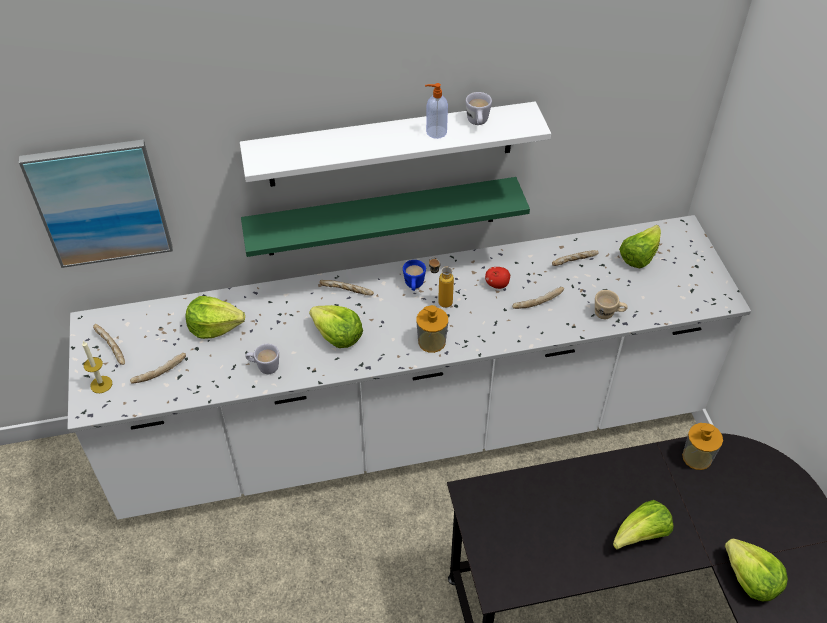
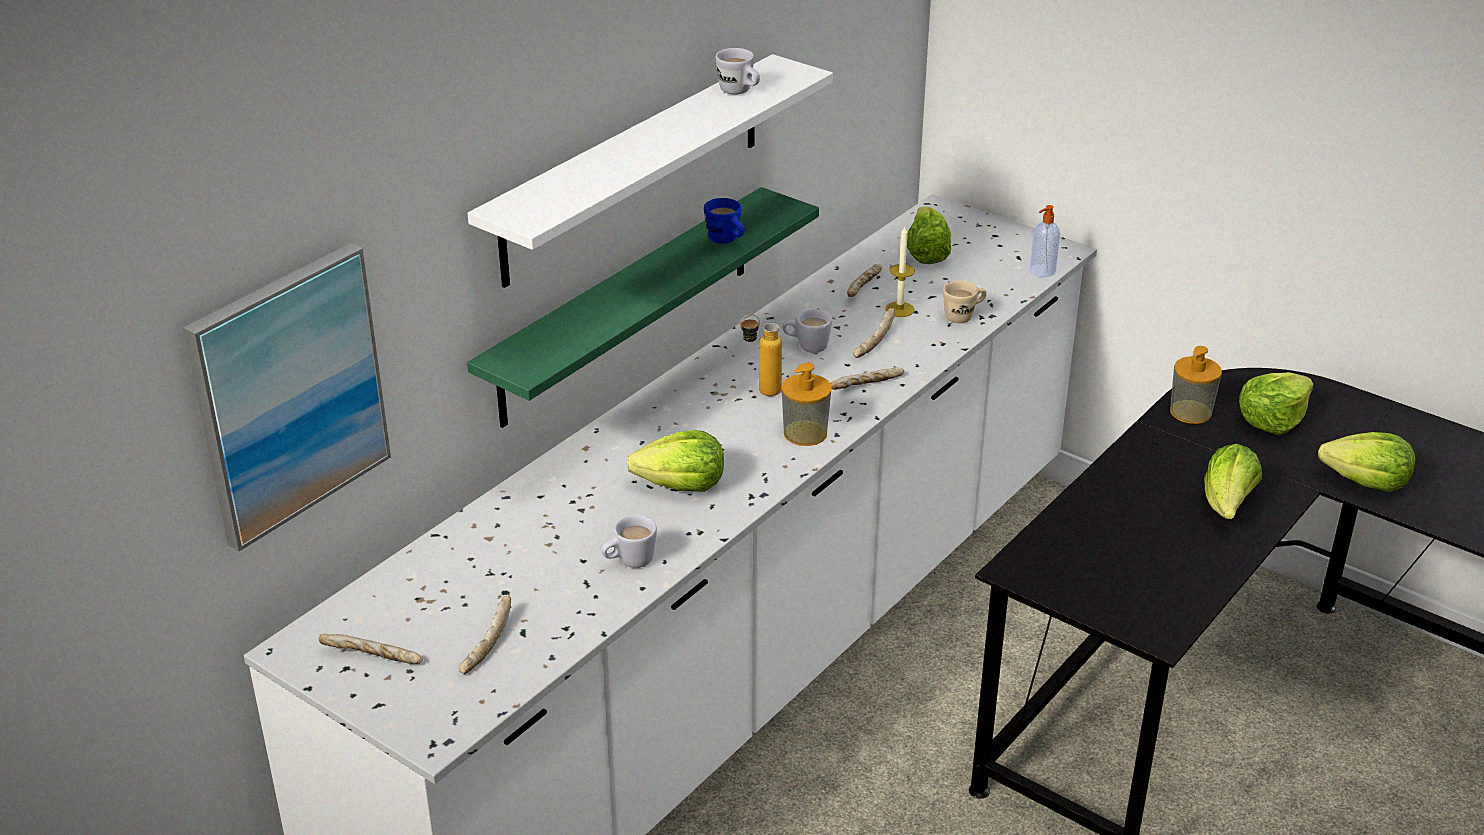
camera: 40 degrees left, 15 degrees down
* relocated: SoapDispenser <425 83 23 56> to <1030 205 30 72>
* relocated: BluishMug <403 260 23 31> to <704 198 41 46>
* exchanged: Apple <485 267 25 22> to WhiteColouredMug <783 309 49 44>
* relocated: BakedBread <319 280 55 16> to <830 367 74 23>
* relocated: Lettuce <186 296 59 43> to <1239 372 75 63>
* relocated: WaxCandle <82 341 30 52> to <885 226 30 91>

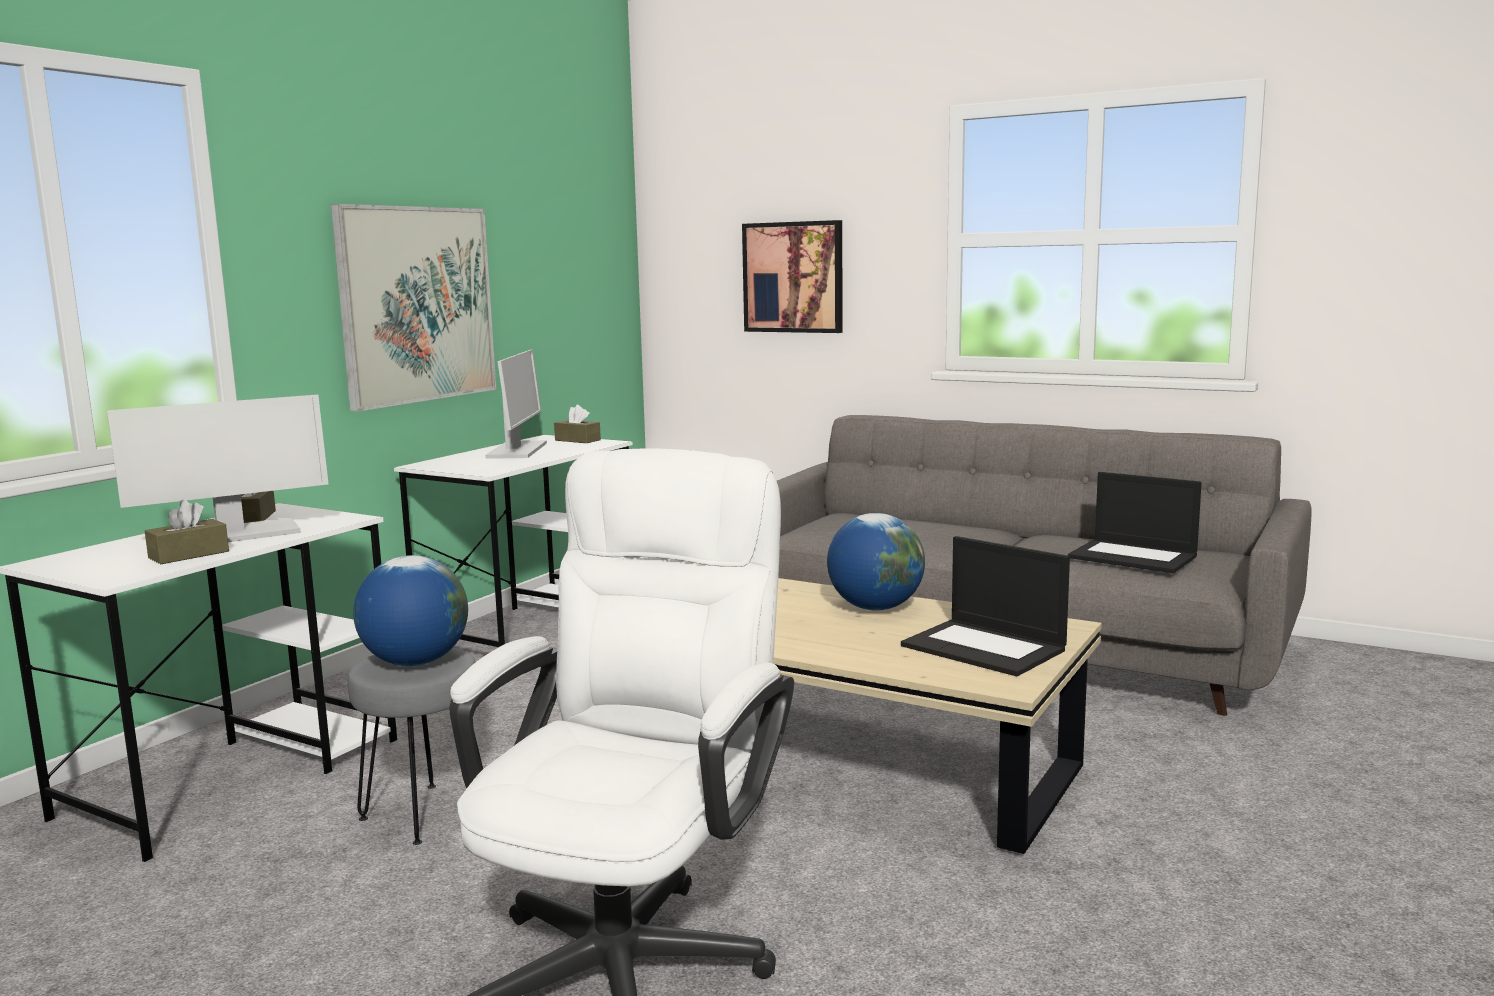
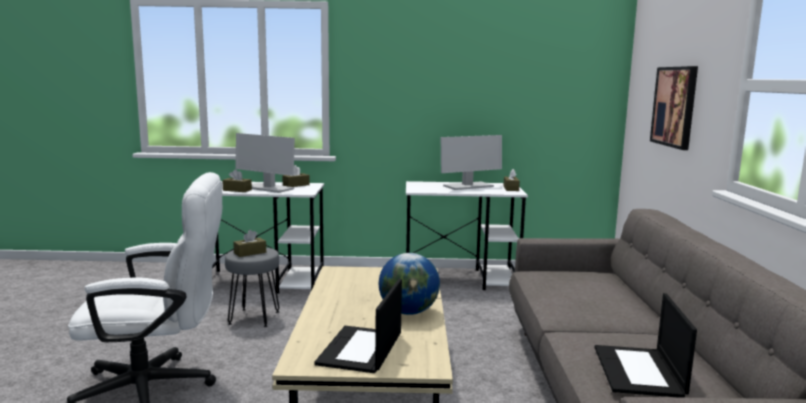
camera: 60 degrees right, 0 degrees up
* missing: WallPicture <331 204 165 208>
* exchanged: Globe <353 555 115 111> to BrownTissueBox <233 230 33 27>

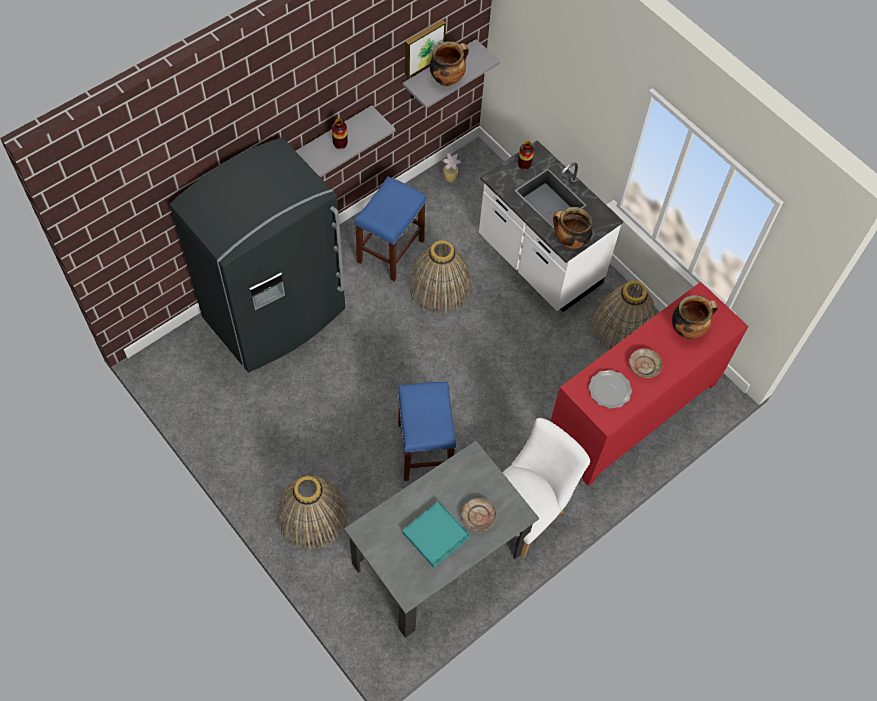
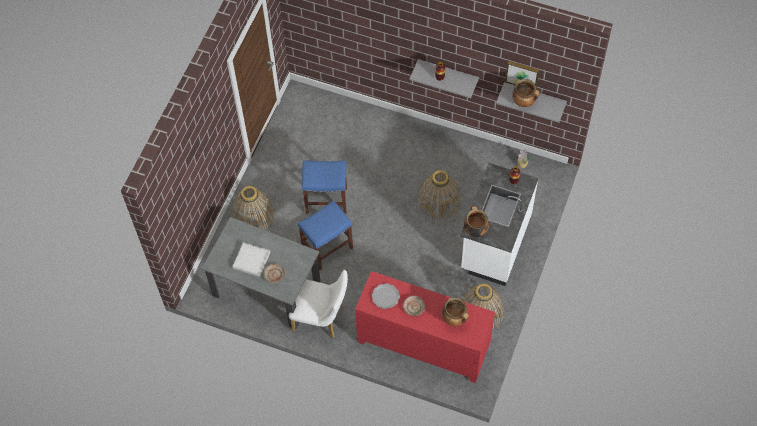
camera: 65 degrees right, 0 degrees up
* missing: GrayFridge <170 138 175 234>
* relocated: BluishStool <354 176 72 105> to <302 160 45 54>
* colour: TurquoiseColouredTray <402 501 68 67> to WhiteColouredTray <233 242 37 35>

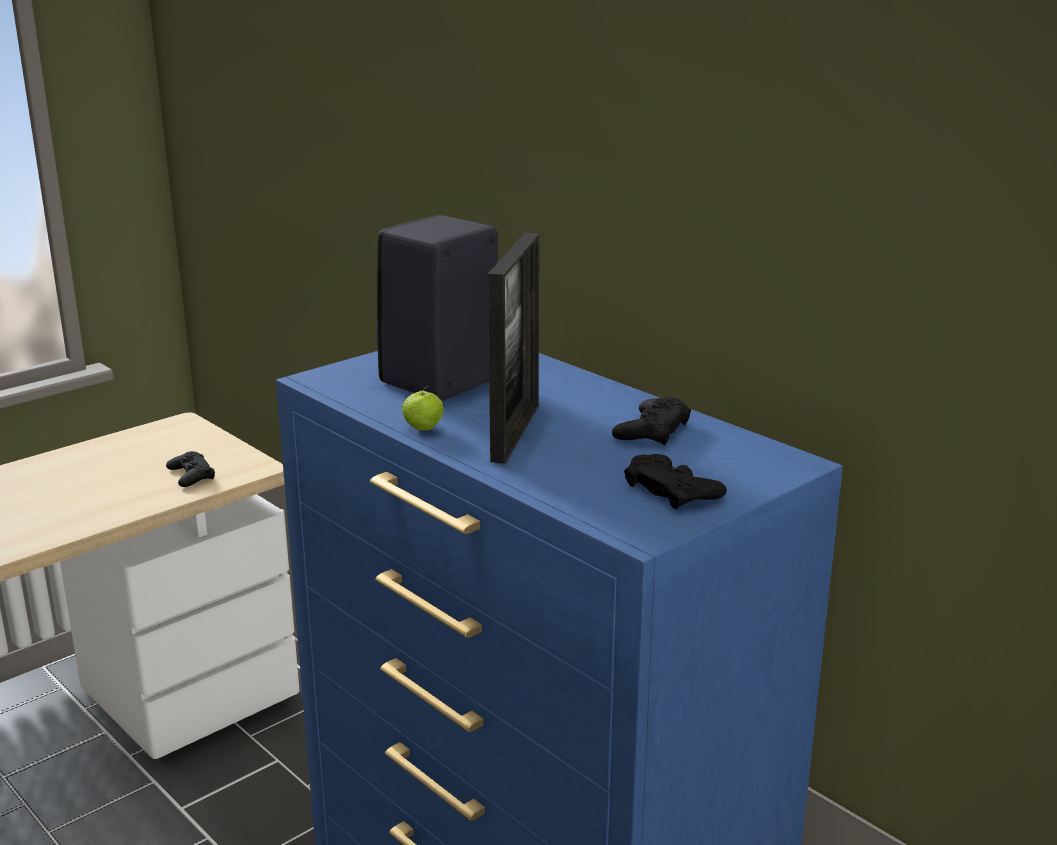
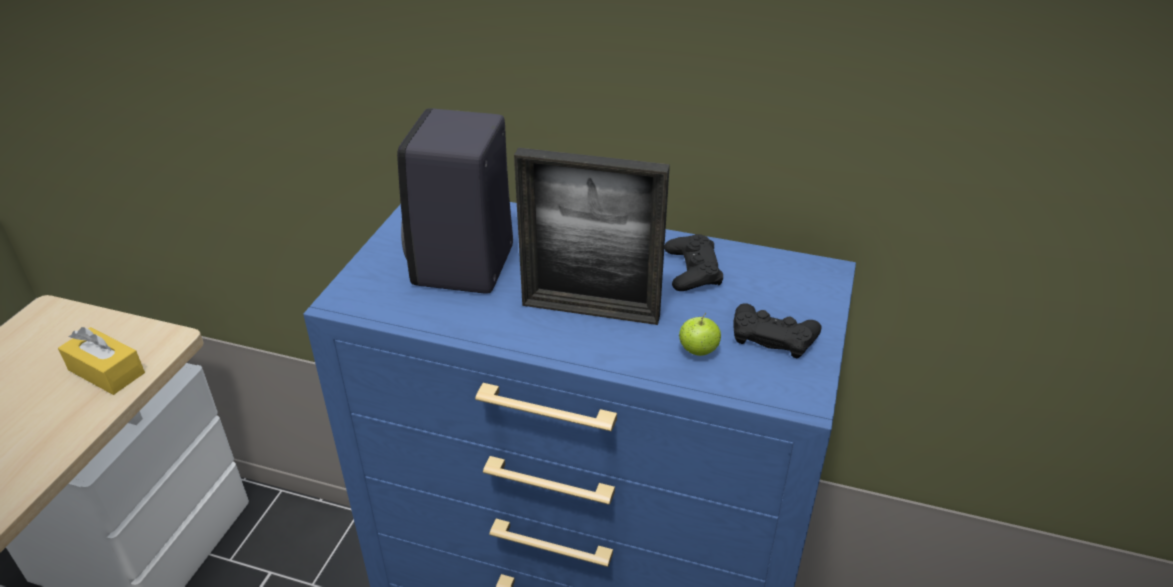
camera: 30 degrees left, 15 degrees up
* spun: PhotoFrame <488 233 51 231> = <514 147 156 178> 120 degrees clockwise
* relocated: Apple <402 386 42 44> to <679 312 42 44>
* exchanged: BlackGamepad <166 451 49 36> to YellowishTissueBox <58 327 87 68>

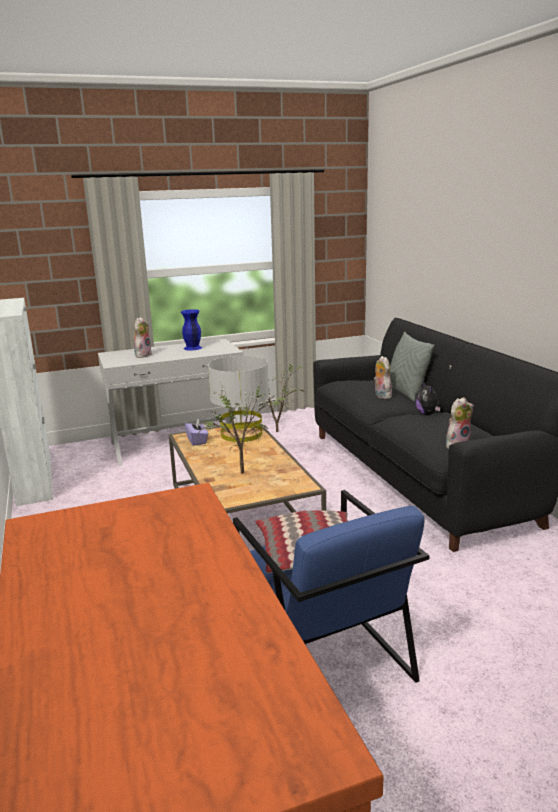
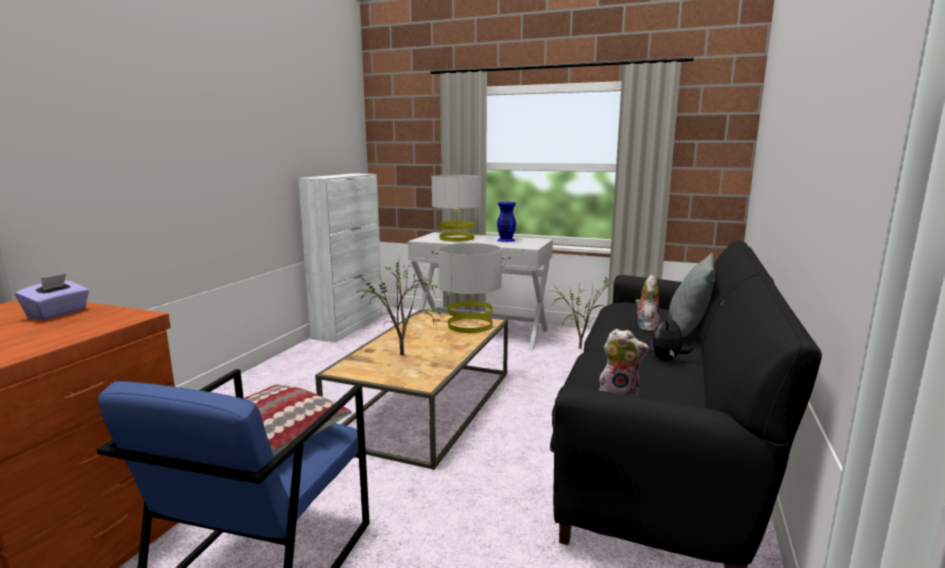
camera: 40 degrees right, 5 degrees down
* exchanged: CuddlyToy <133 317 19 41> to GrayLampForATable <431 175 50 66>
* relocated: PurplishTissueBox <185 419 23 27> to <15 274 74 46>

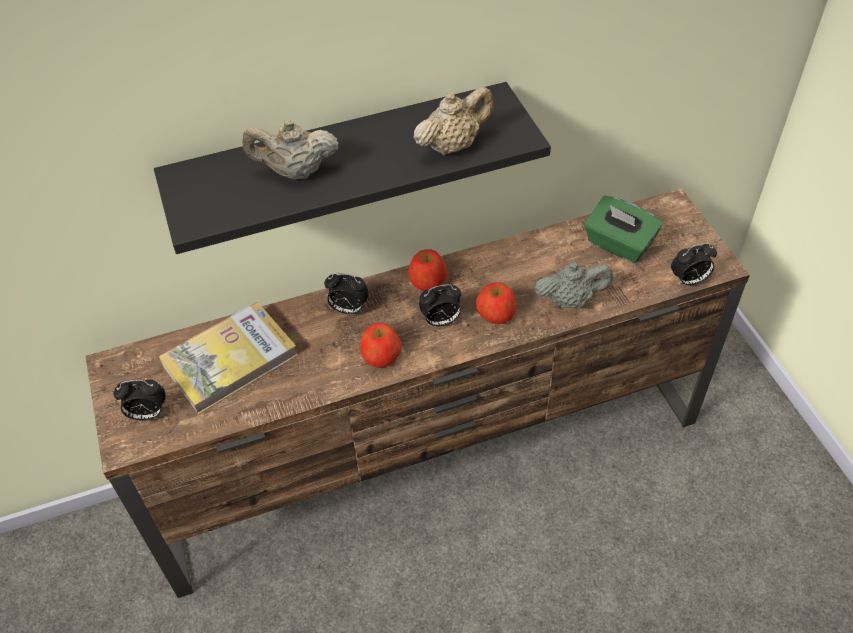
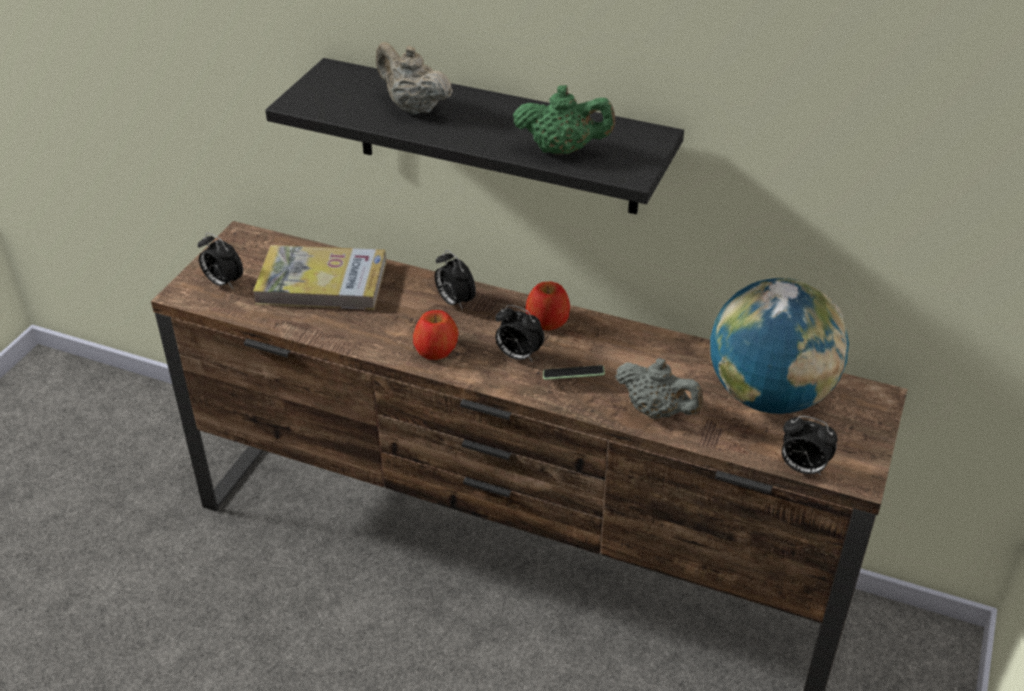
camera: 40 degrees right, 10 degrees down
* colour: BeigeTeapot <413 86 81 69> to GreenishTeapot <513 85 102 70>
* exchanged: GreenishTissueBox <584 196 79 67> to Globe <710 278 139 136>
* exchanged: Apple <476 282 40 42> to Handset <543 365 62 15>

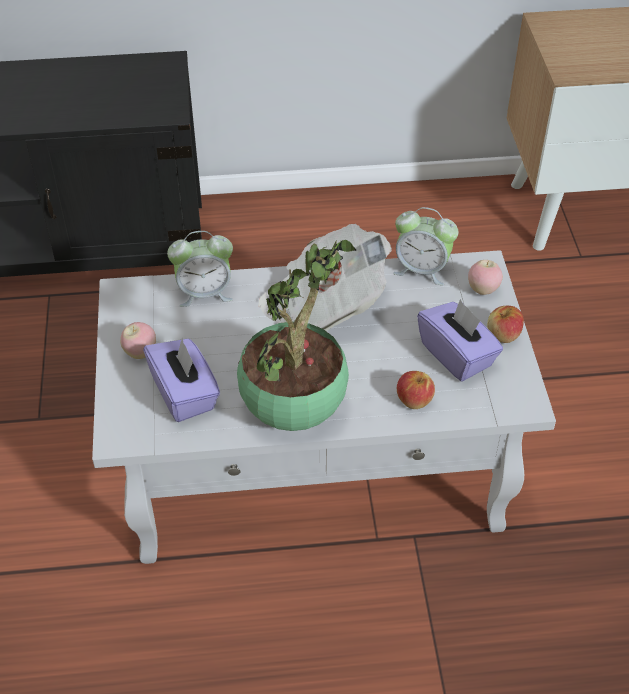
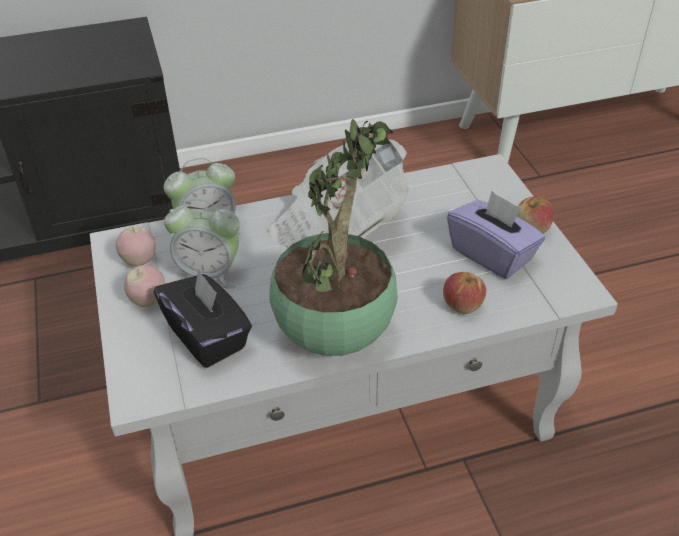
camera: 10 degrees left, 5 degrees down
* relocated: AlarmClock <393 207 65 78> to <164 199 76 90>
* relocated: Apple <468 260 35 35> to <116 226 40 40>
* colour: PurplishTissueBox <143 338 77 84> to BlackTissueBox <154 269 98 99>

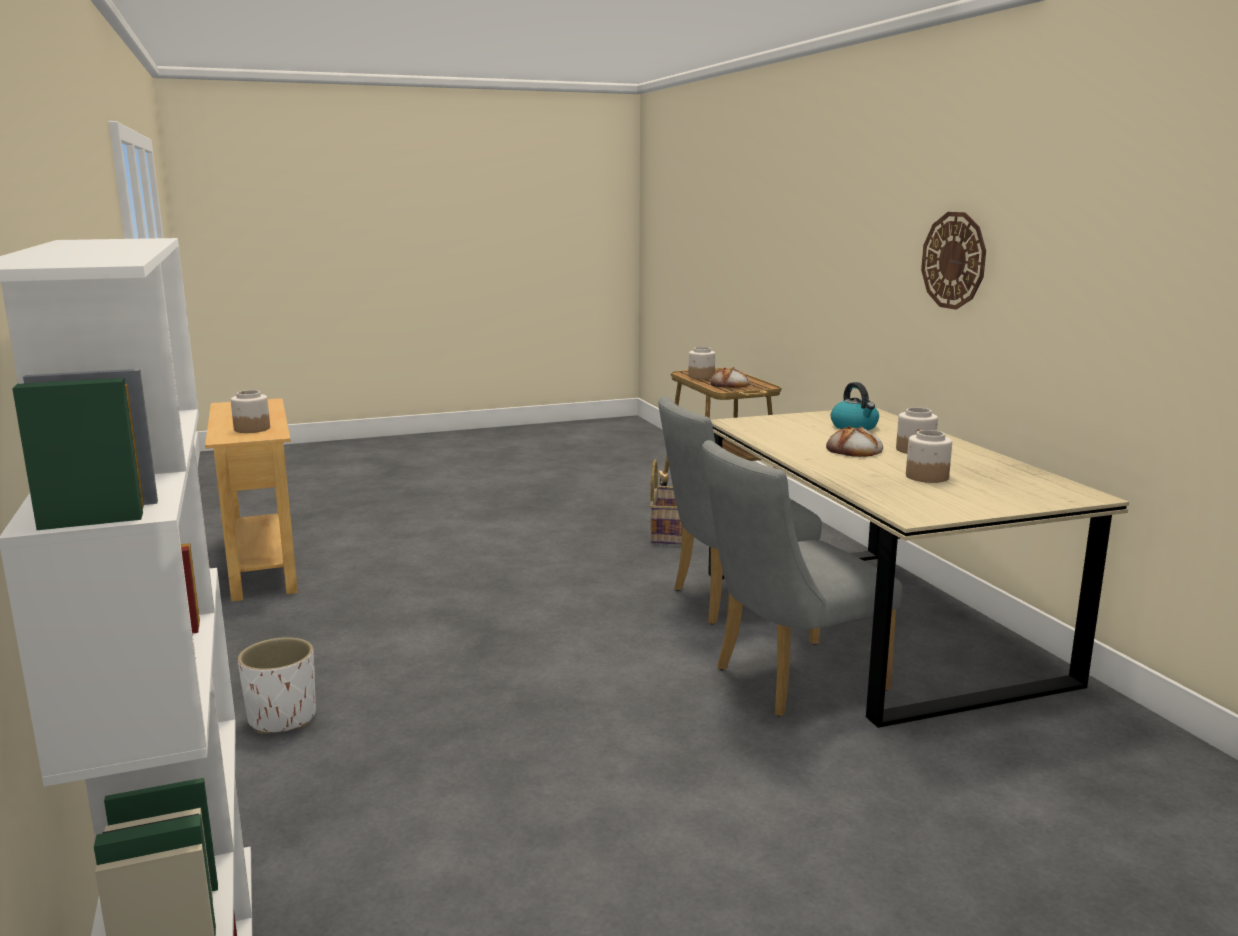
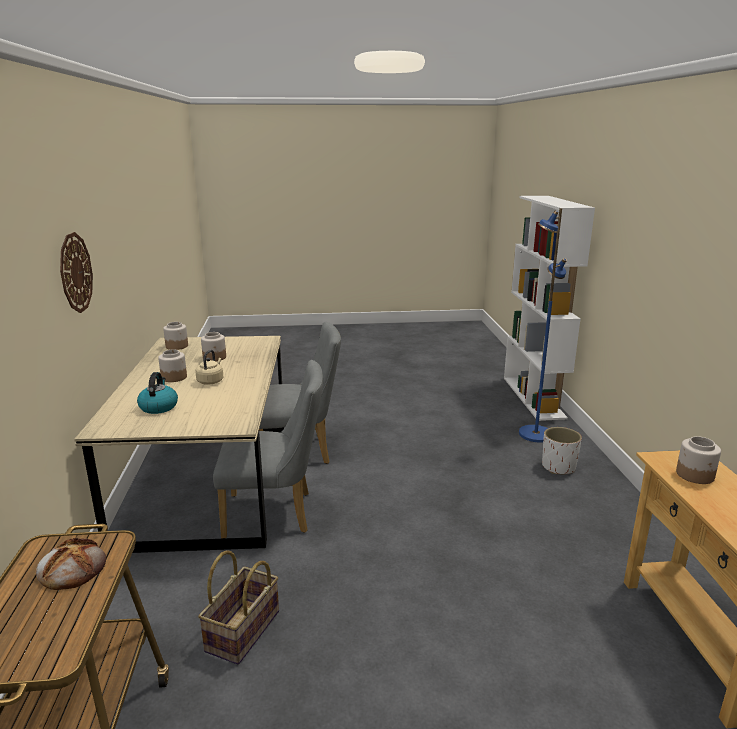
camera: 165 degrees left, 5 degrees up
* relocated: PreserveJar <688 347 27 32> to <163 322 25 28>
* exchanged: BakedBread <826 426 57 31> to BeigeTeaKettle <195 350 28 35>
* appeared: BluishStandardLamp <519 208 48 234>

